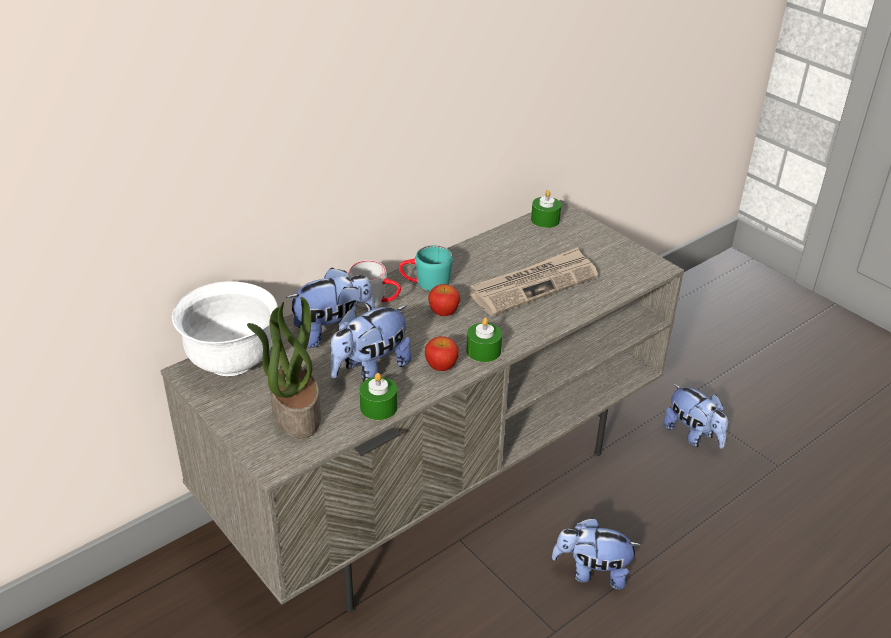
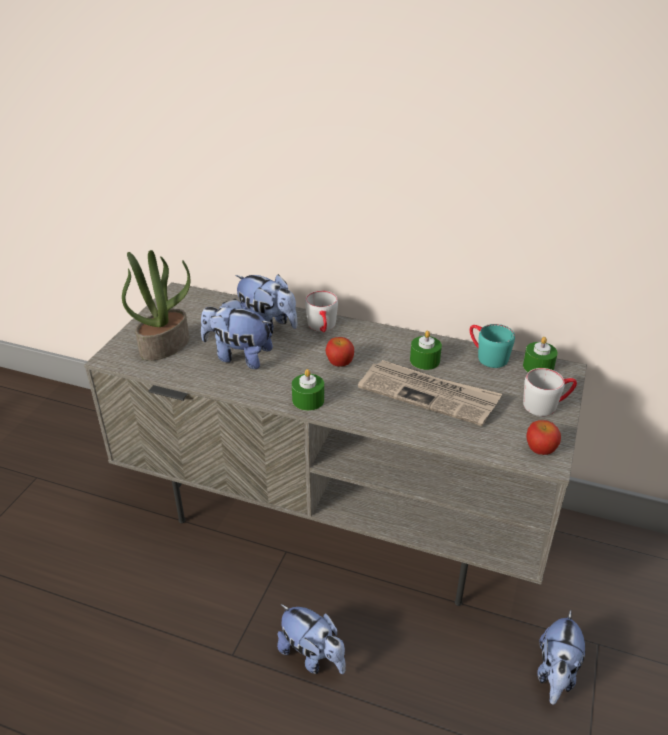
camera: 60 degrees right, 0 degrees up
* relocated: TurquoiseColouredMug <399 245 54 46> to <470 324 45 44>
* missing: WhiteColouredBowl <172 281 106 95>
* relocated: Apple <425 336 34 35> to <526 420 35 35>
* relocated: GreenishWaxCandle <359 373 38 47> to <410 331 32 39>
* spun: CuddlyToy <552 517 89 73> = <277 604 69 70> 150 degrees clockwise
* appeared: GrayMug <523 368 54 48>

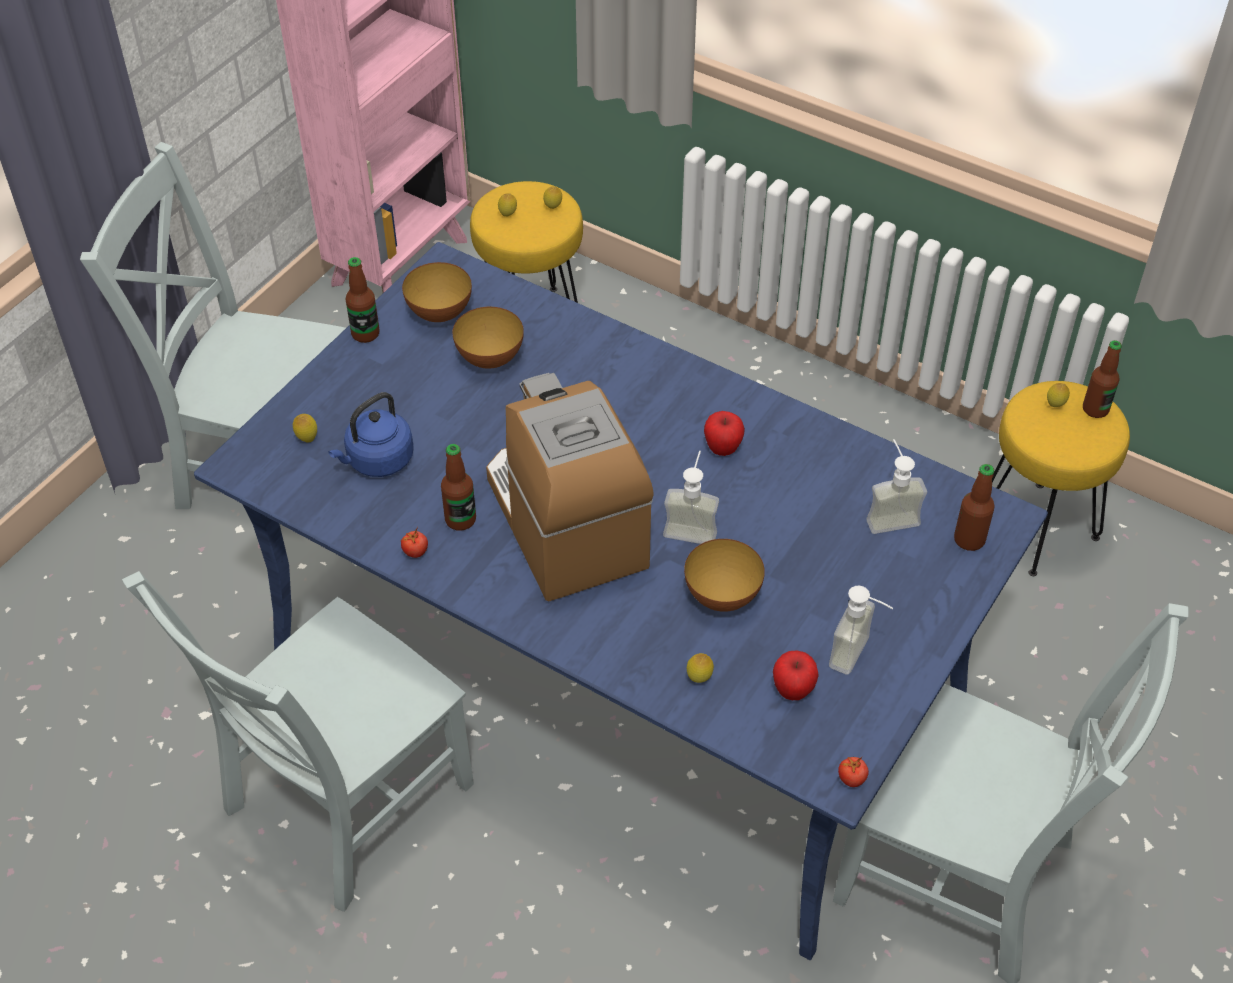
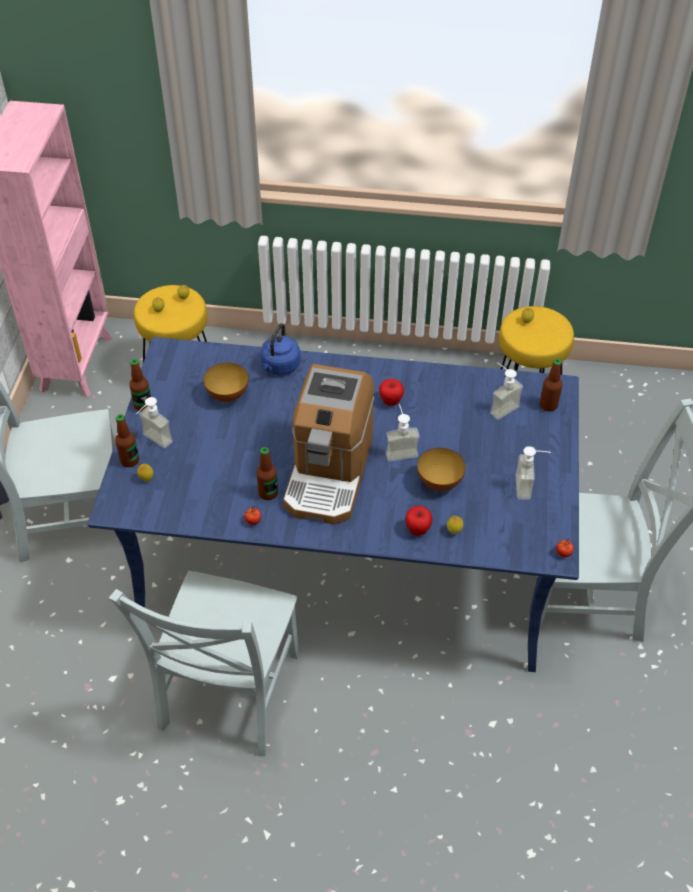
camera: 25 degrees left, 0 degrees up
* missing: Bowl <402 262 70 60>
* relocated: BeverageBottle <1083 340 39 78> to <115 414 24 53>
* spun: CoffeeMaker <486 373 167 228> = <283 364 91 161> 120 degrees counterclockwise
* relocated: BluishTeaKettle <328 392 86 85> to <261 323 39 52>
* relocated: Apple <773 650 46 50> to <405 506 28 30>
* appeared: SoapDispenser <136 397 37 51>

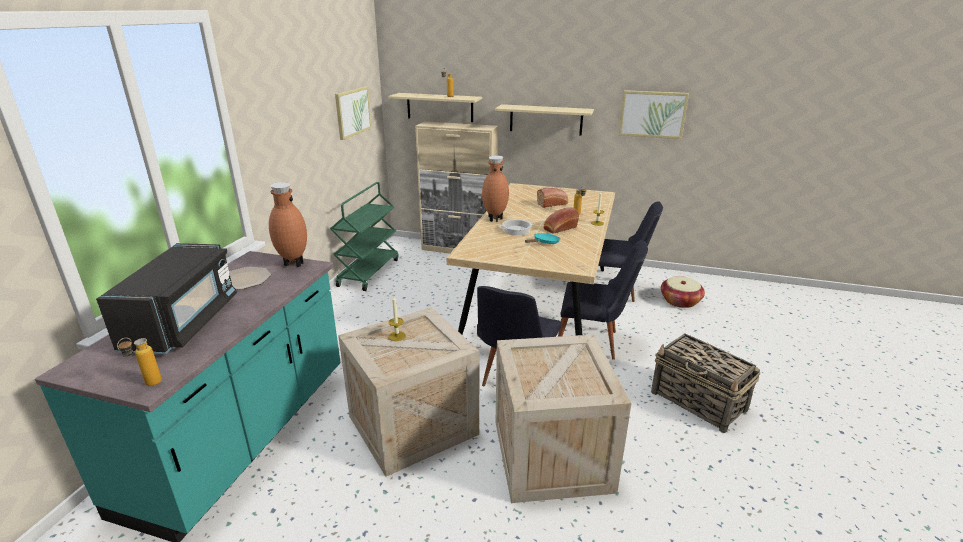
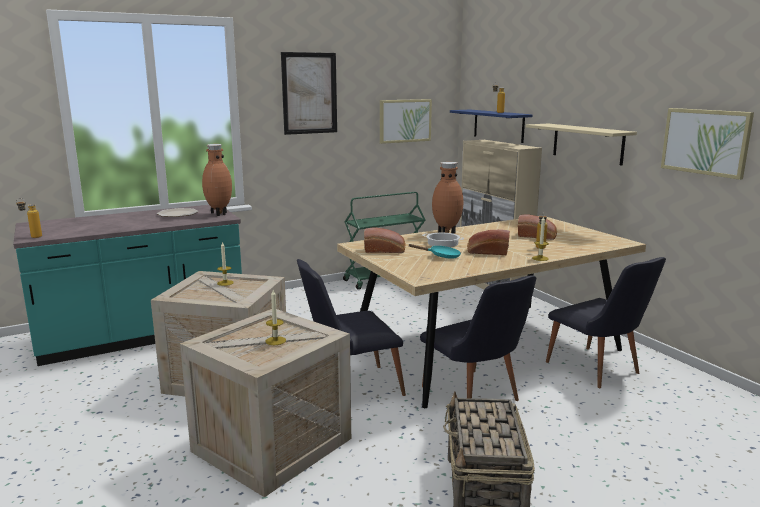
camera: 45 degrees right, 10 degrees down
* colour: BeigeShelf <388 93 94 29> to BluishShelf <450 110 83 33>
* missing: BlackMicrowave <96 243 141 111>
* missing: StorageBasket <661 276 44 32>
* appeared: WallPicture <281 52 56 83>
* appeared: BakedBread <364 228 41 25>
* appeared: WaxCandle <266 290 20 55>

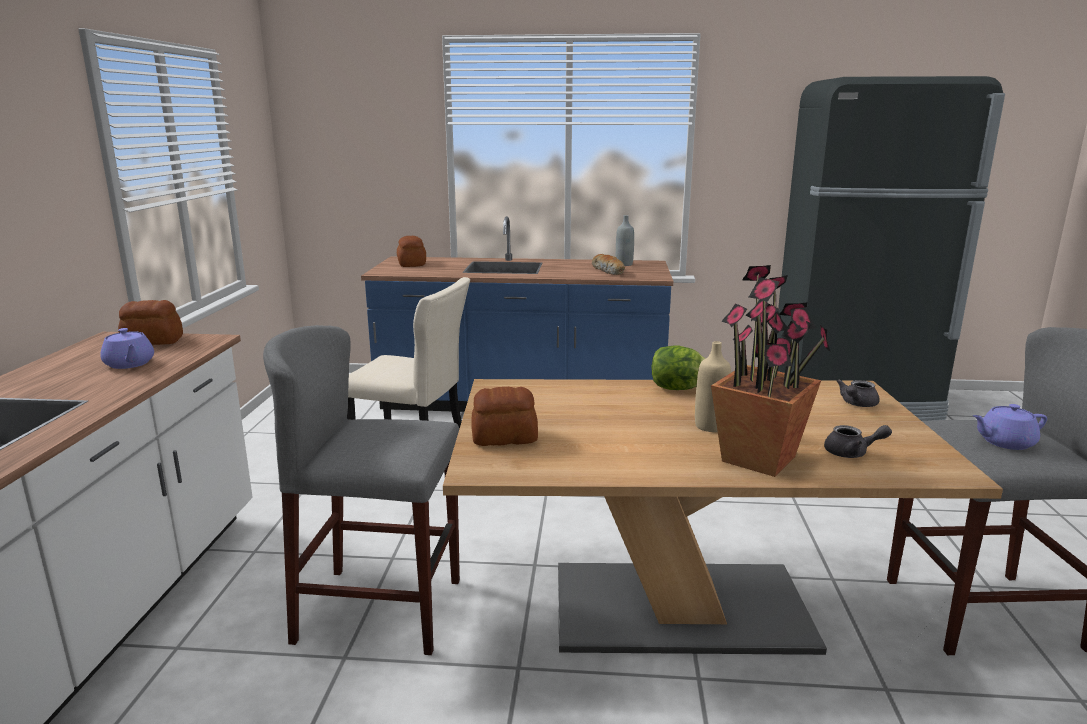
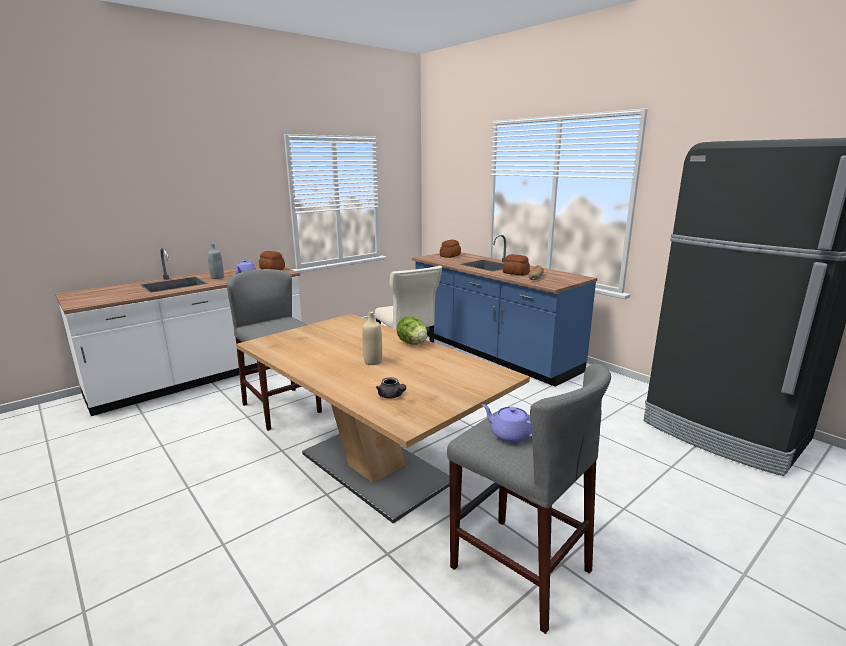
camera: 45 degrees right, 0 degrees up
* relocated: GrayBeverageBottle <616 215 18 51> to <208 244 16 35>
* missing: PlantInAPot <711 265 120 212>
* missing: GrayTeapot <836 379 43 28>
* relocated: BakedBread <471 387 67 59> to <503 254 27 22>

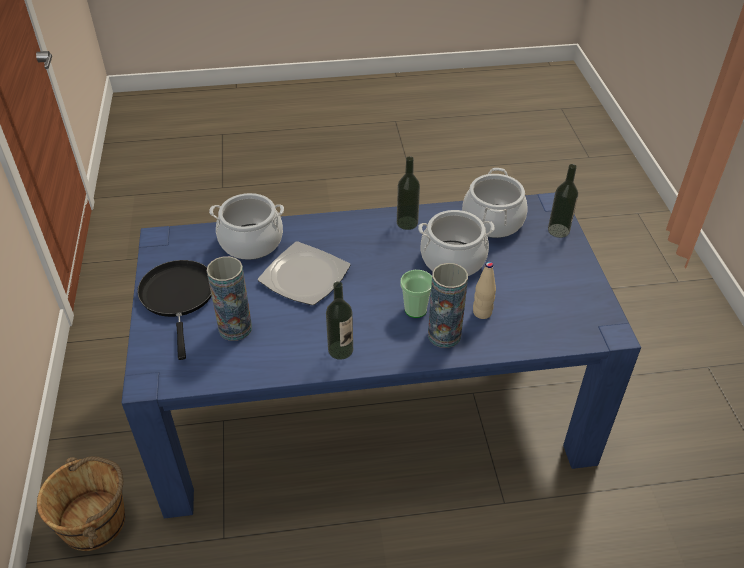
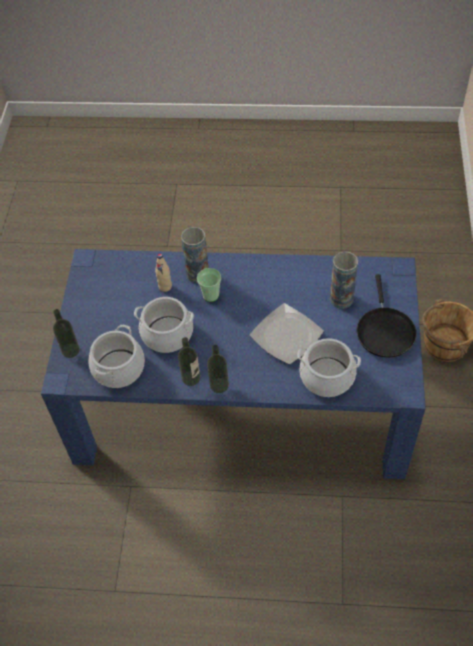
camera: 165 degrees left, 10 degrees up
* relocated: BeverageBottle <326 282 27 78> to <207 345 22 48>

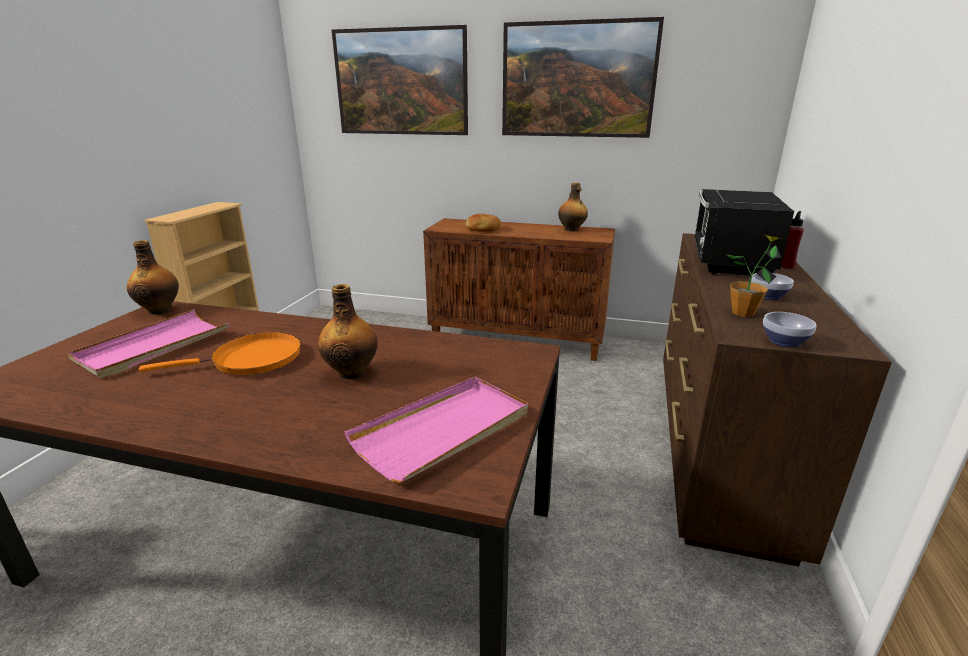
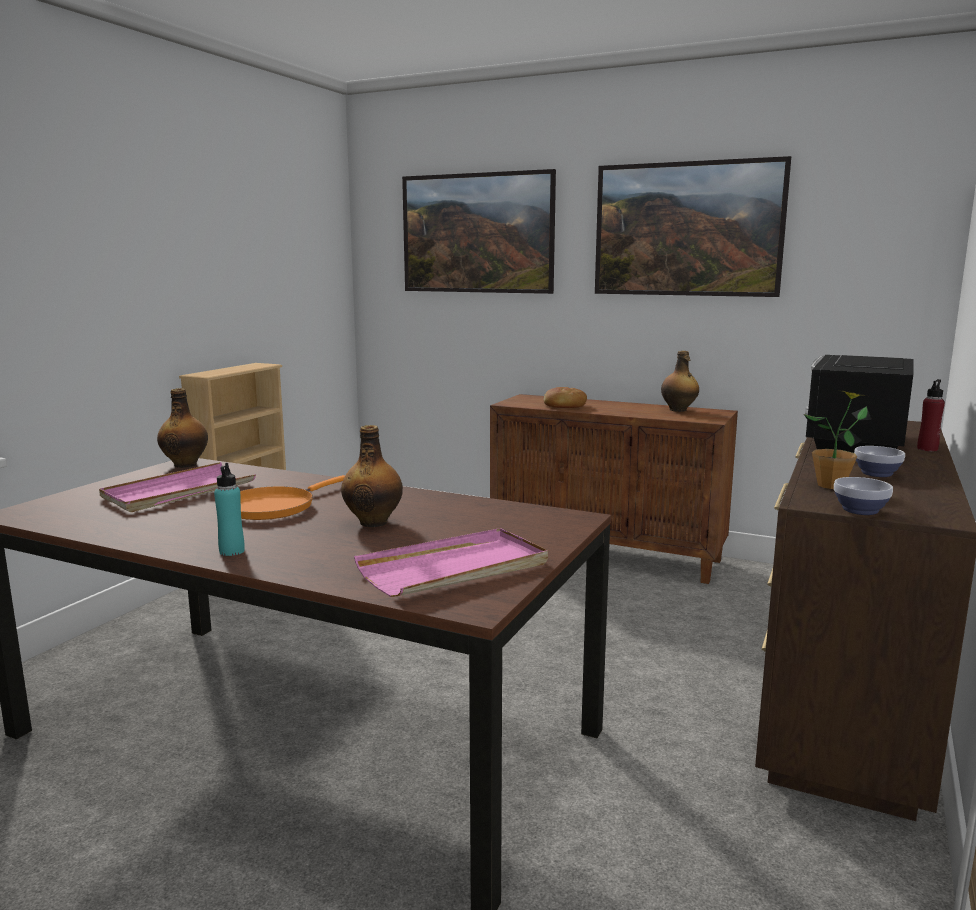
camera: 10 degrees right, 10 degrees down
* spun: OrangeColouredFryingPan <139 332 162 43> = <240 475 105 45> 135 degrees clockwise
* appeared: TurquoiseColouredBeverageBottle <214 463 31 93>

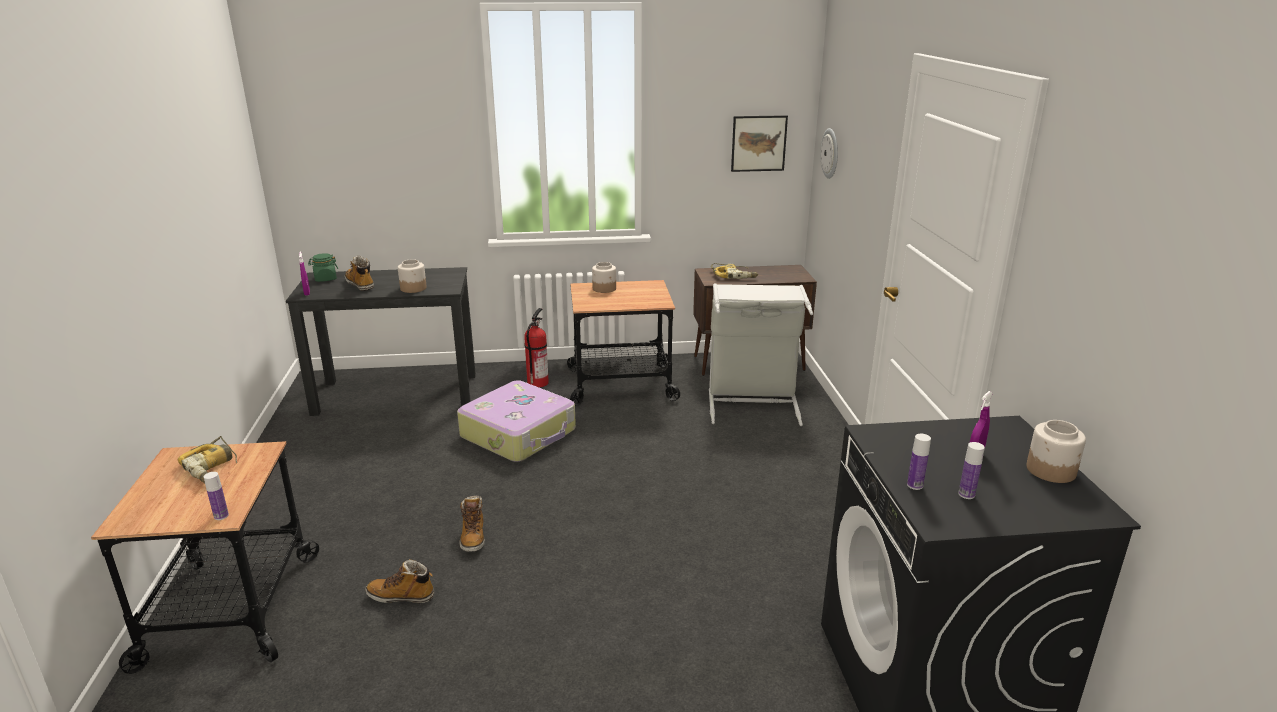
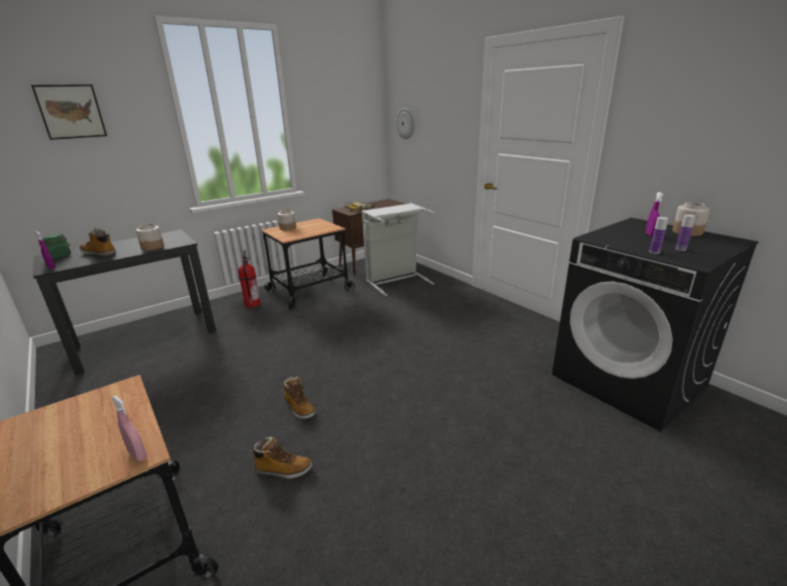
camera: 30 degrees left, 0 degrees up
* relocated: WallPicture <731 115 57 57> to <31 84 76 56>
* missing: TravelCase <457 380 119 82>
* missing: PowerDrill <178 436 59 47>
* exchanged: BeverageBottle <204 472 25 48> to PinkSprayer <111 396 36 66>
* spun: Boot <365 559 70 44> = <251 437 61 42> 150 degrees counterclockwise

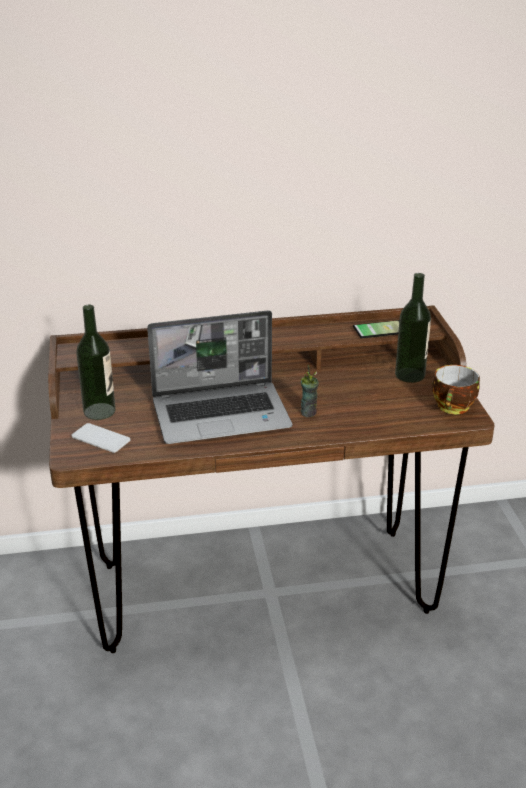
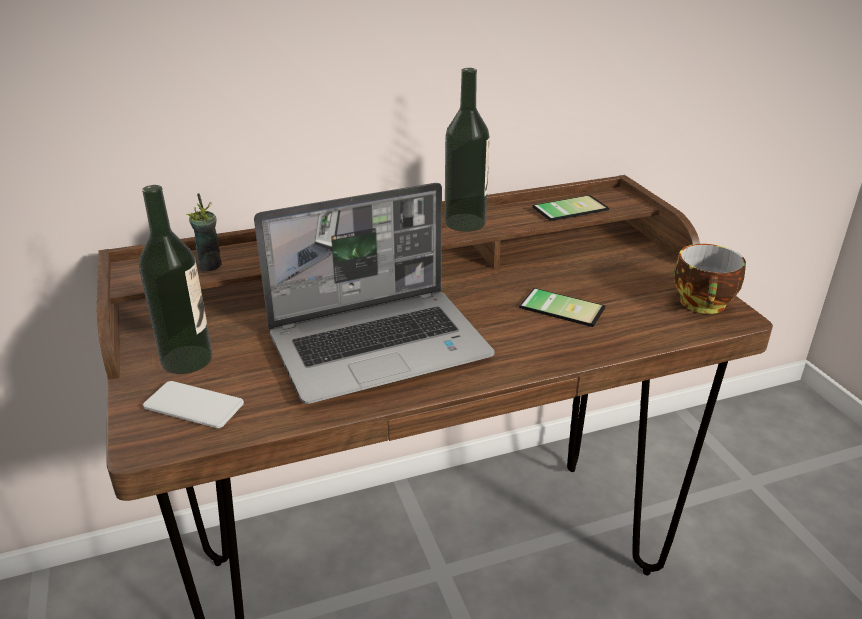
camera: 10 degrees left, 0 degrees up
* relocated: BeverageBottle <395 273 36 110> to <445 68 45 164>
* relocated: DrinkingCup <300 365 19 52> to <186 193 36 78>
* appeared: Handset <519 288 86 39>

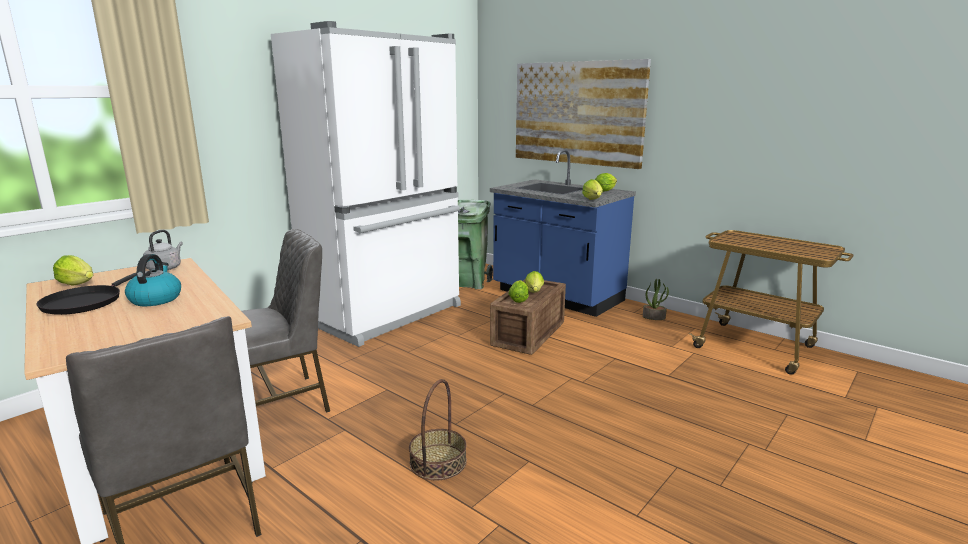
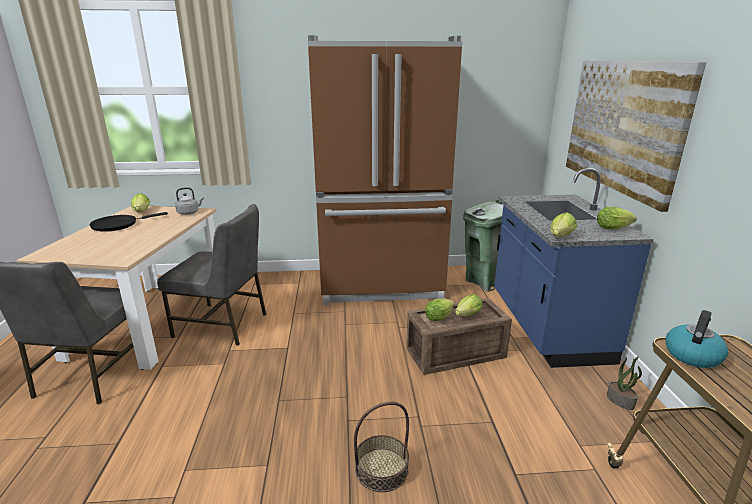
camera: 45 degrees right, 5 degrees up
* colour: WhiteColouredFridge <271 21 190 326> to BrownFridge <308 35 155 270>
* relocated: TeaKettle <125 254 56 52> to <666 310 62 58>
* relocated: StorageBasket <409 379 58 102> to <354 402 55 90>

